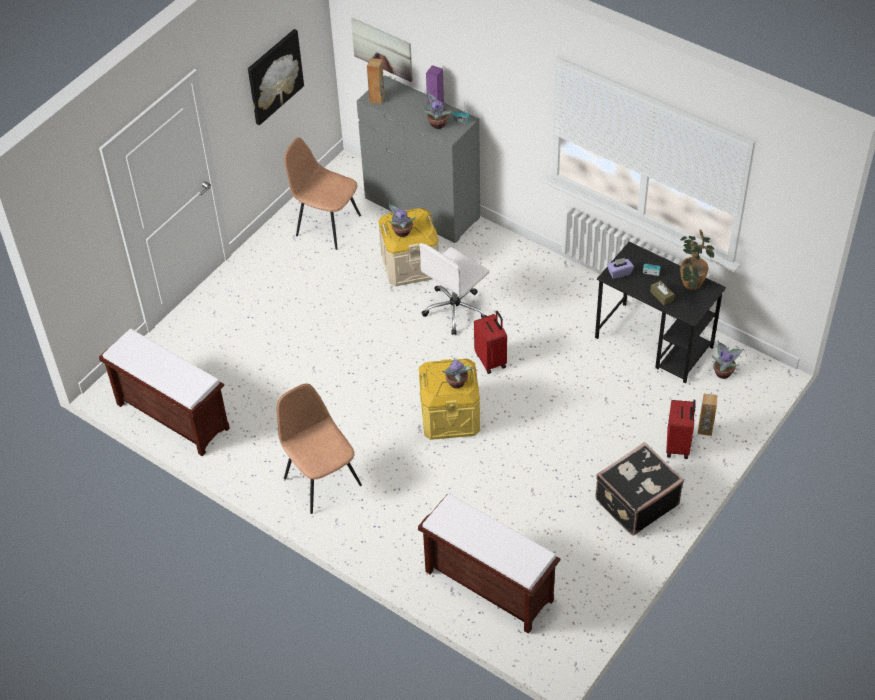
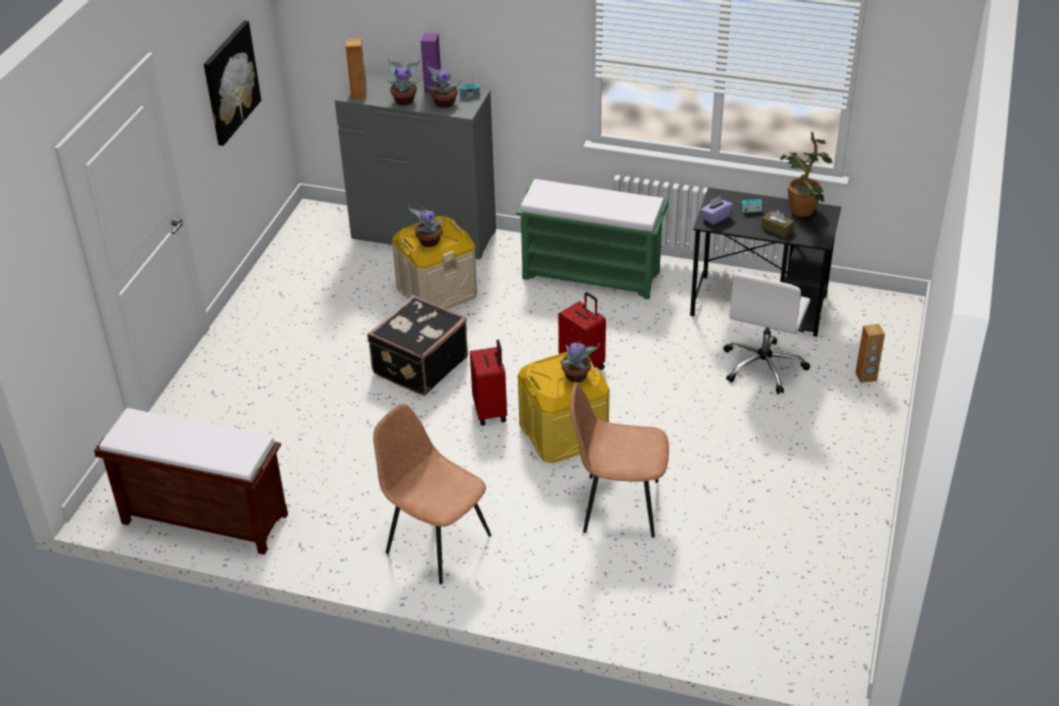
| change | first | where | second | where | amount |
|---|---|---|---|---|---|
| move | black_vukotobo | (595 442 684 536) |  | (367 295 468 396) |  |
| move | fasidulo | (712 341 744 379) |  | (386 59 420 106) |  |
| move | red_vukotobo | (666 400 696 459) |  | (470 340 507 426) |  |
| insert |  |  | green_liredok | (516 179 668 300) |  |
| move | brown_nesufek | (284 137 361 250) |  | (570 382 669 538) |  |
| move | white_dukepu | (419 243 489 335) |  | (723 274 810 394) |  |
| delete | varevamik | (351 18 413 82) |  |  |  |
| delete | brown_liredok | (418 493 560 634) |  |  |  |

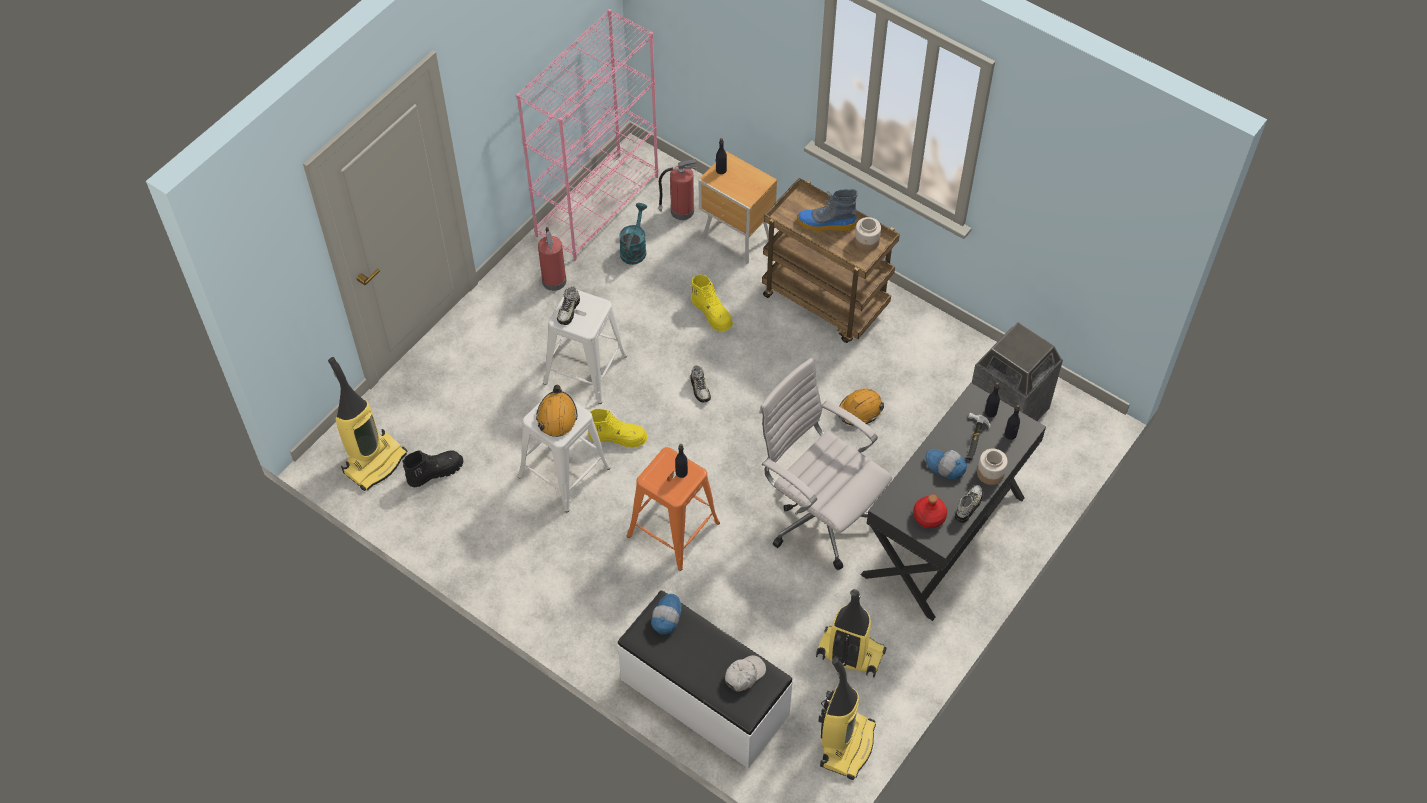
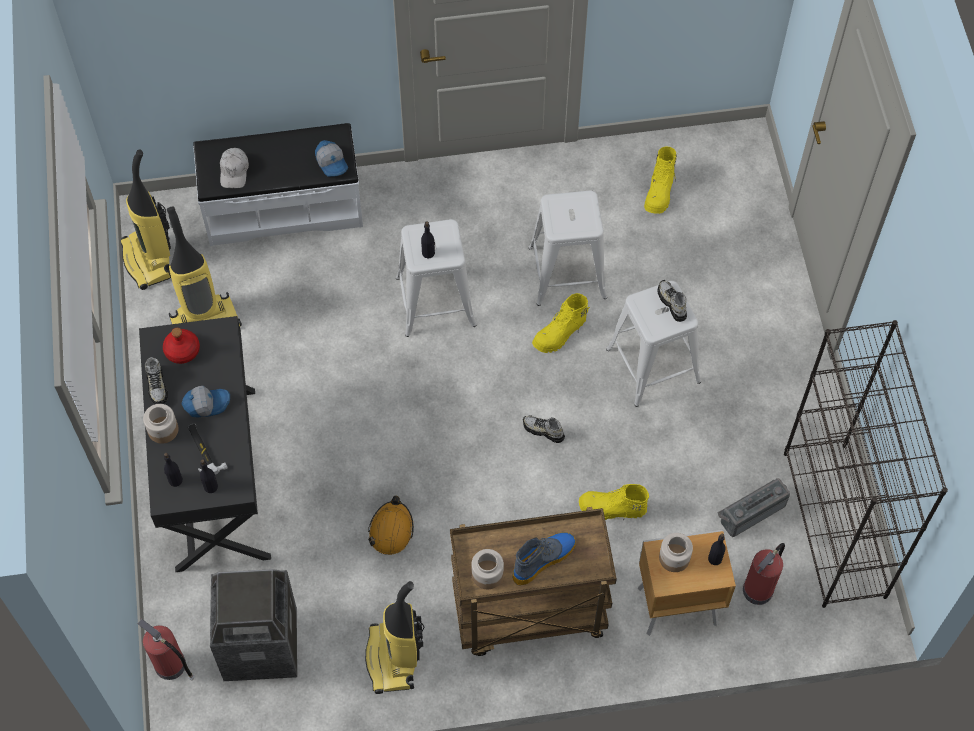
| change | first | where | second | where | amount |
|---|---|---|---|---|---|
| move | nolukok | (538 227 566 291) |  | (137 619 195 680) |  |
| move | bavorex | (328 357 407 491) |  | (365 581 424 694) |  |
| recolor | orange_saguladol | (627 447 720 571) | white_saguladol | (396 219 476 337) |  |
| recolor | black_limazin | (403 450 463 487) | yellow_limazin | (644 147 678 214) |  |
| insert |  |  | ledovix | (659 533 693 572) |  |
| replace | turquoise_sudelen | (619 203 647 265) | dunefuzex | (718 478 790 537) |  |
| recolor | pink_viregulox | (516 9 658 261) | black_viregulox | (784 320 948 608) |  |
| delete | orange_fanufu | (536 385 578 437) |  |  |  |
| delete | white_dukepu | (759 358 892 570) |  |  |  |

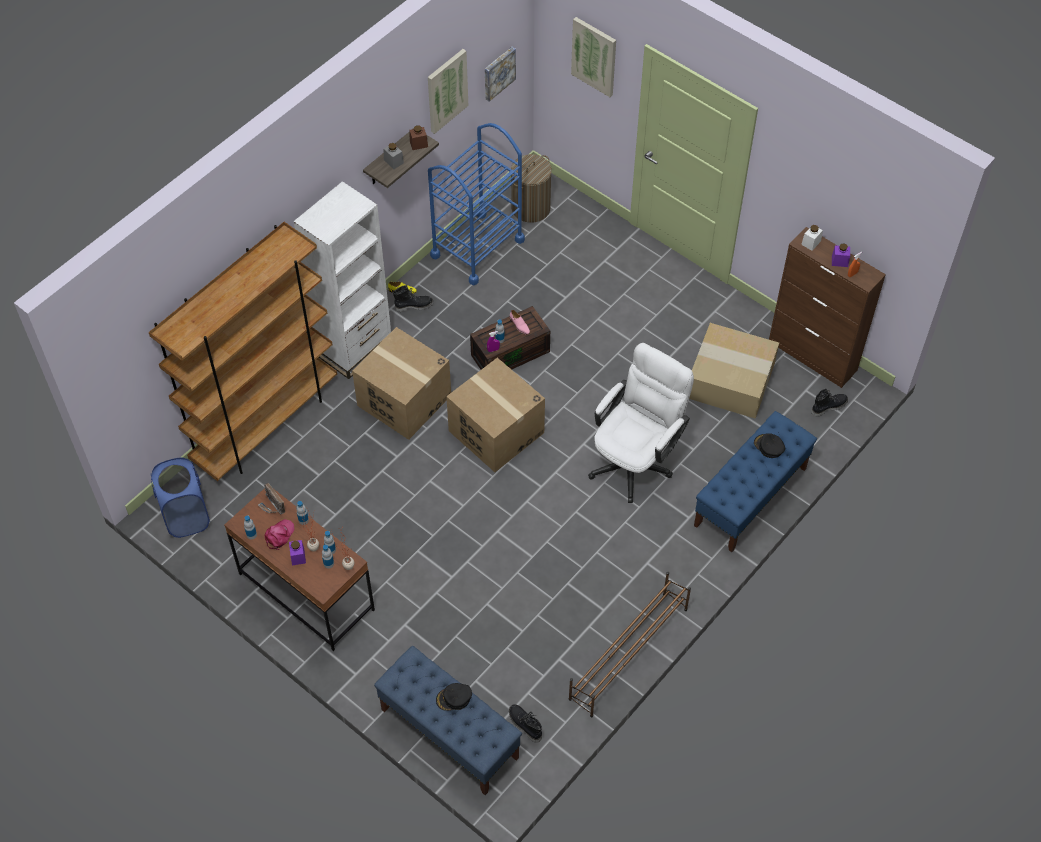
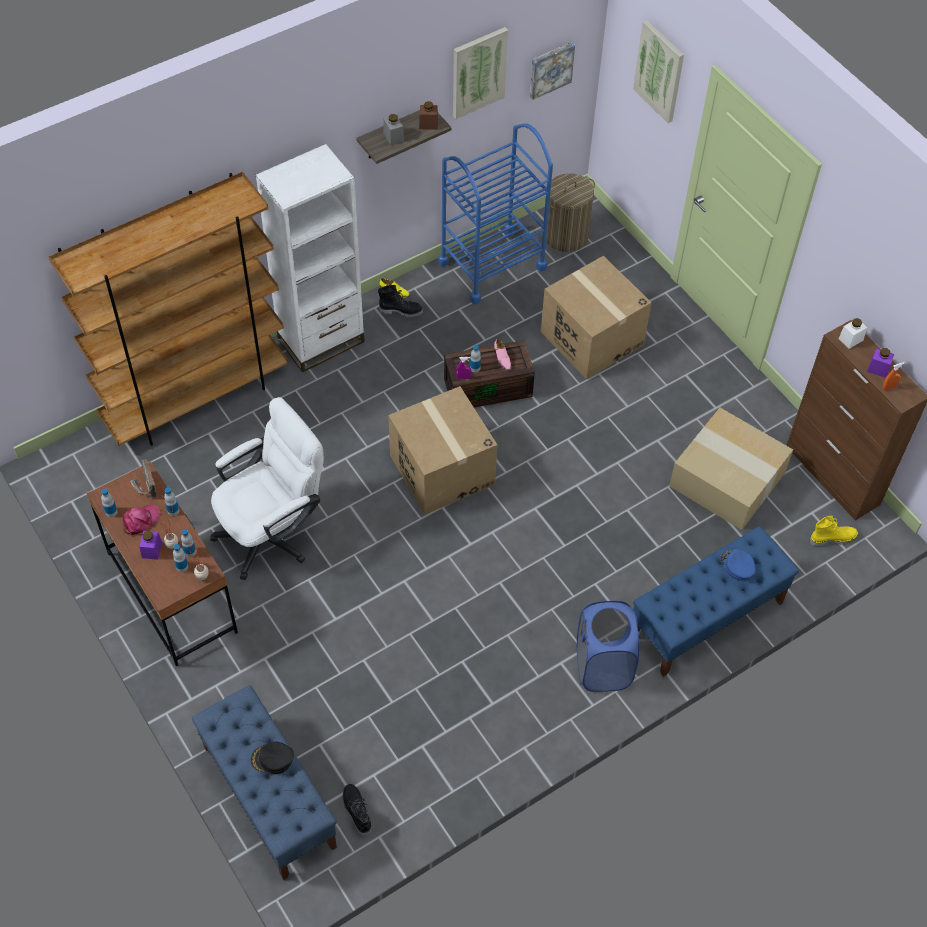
| change | first | where | second | where | amount |
|---|---|---|---|---|---|
| move | white_dukepu | (588 343 694 503) |  | (210 397 324 580) |  |
| move | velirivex | (352 327 451 440) |  | (541 256 652 379) |  |
| move | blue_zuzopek | (150 458 210 538) |  | (577 601 640 692) |  |
| recolor | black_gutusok | (754 433 785 458) | blue_gutusok | (721 549 756 580) |  |
| recolor | black_limazin | (811 388 848 417) | yellow_limazin | (810 516 858 547) |  |
| delete | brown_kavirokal | (569 572 691 717) |  |  |  |

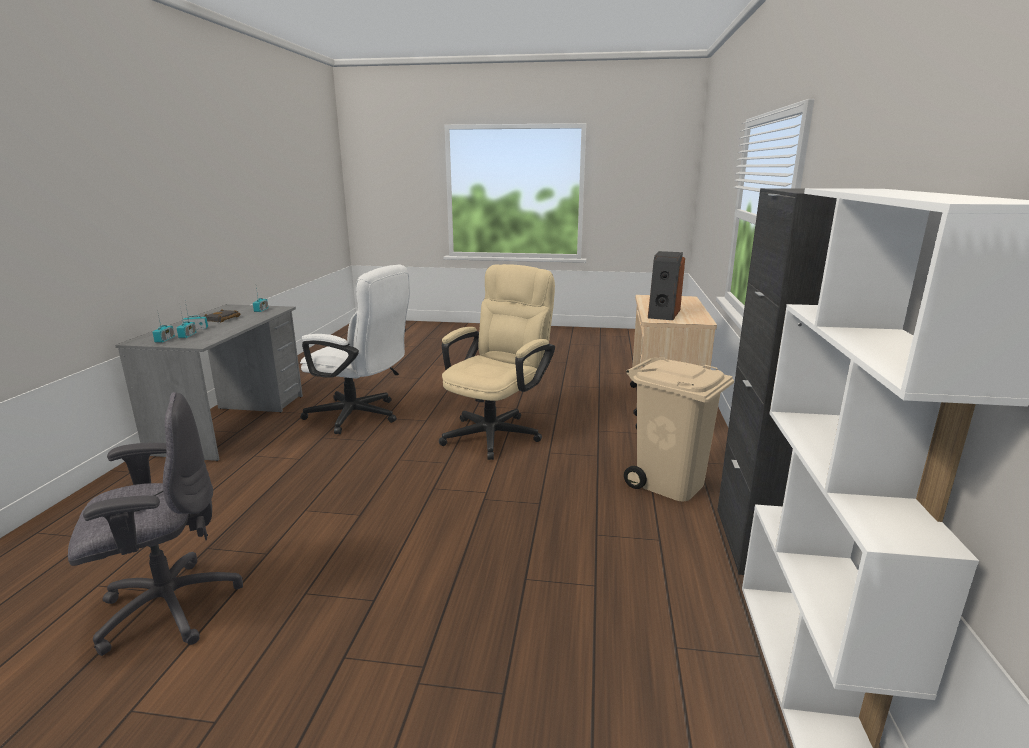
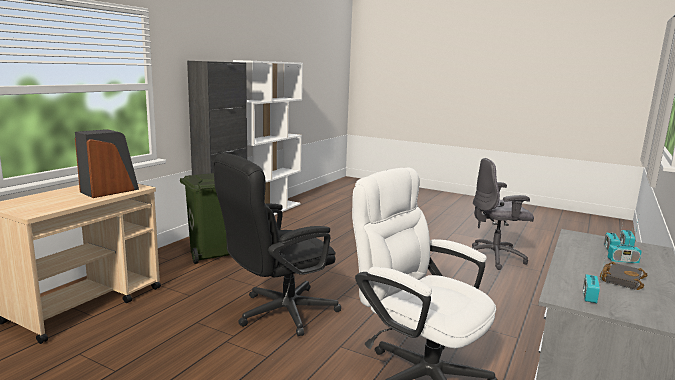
| change | first | where | second | where | amount |
|---|---|---|---|---|---|
| recolor | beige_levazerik | (624 358 734 501) | green_levazerik | (180 173 230 264) |  |
| recolor | beige_dukepu | (439 264 555 460) | black_dukepu | (214 153 341 336) |  |

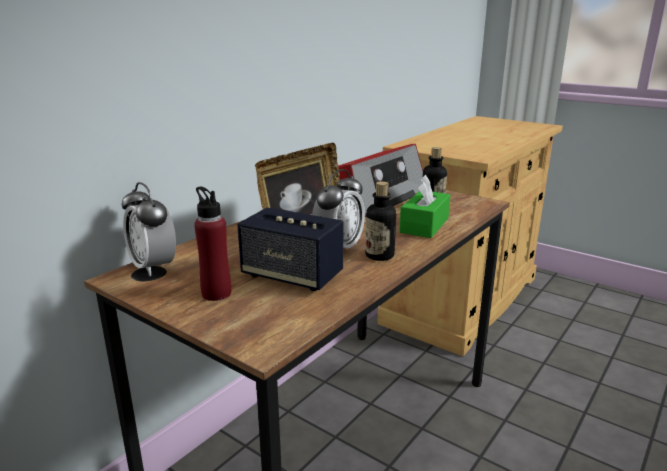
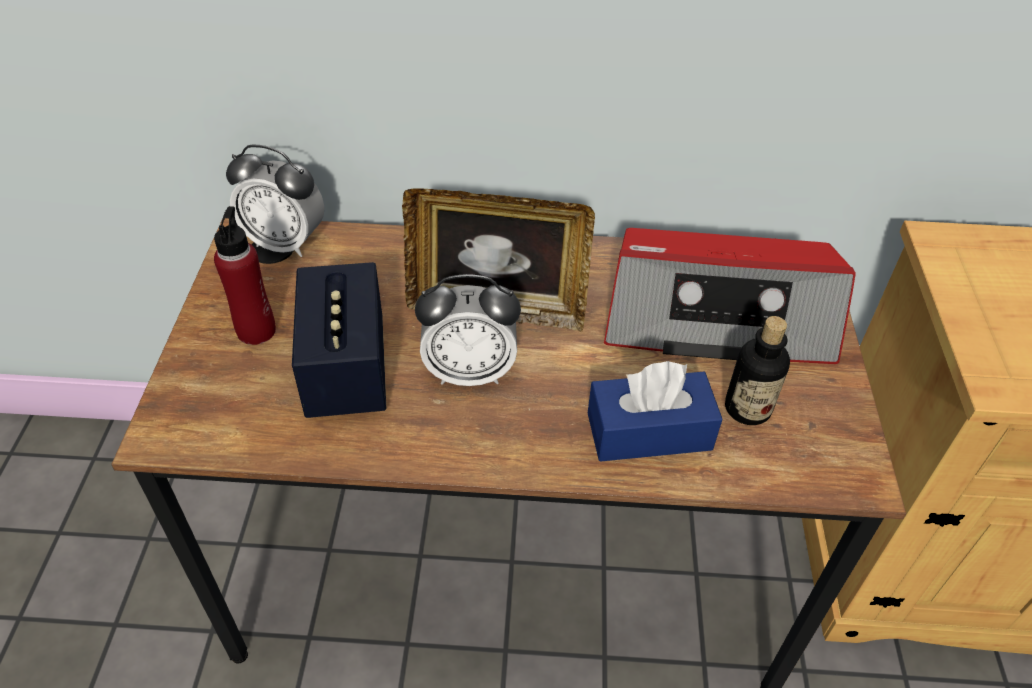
| change | first | where | second | where | amount |
|---|---|---|---|---|---|
| rotate | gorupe | (122 182 176 276) |  | (226 145 324 257) | 90 degrees counterclockwise |
| recolor | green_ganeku | (399 175 450 238) | blue_ganeku | (588 361 723 462) |  |
| delete | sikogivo | (365 181 396 261) |  |  |  |

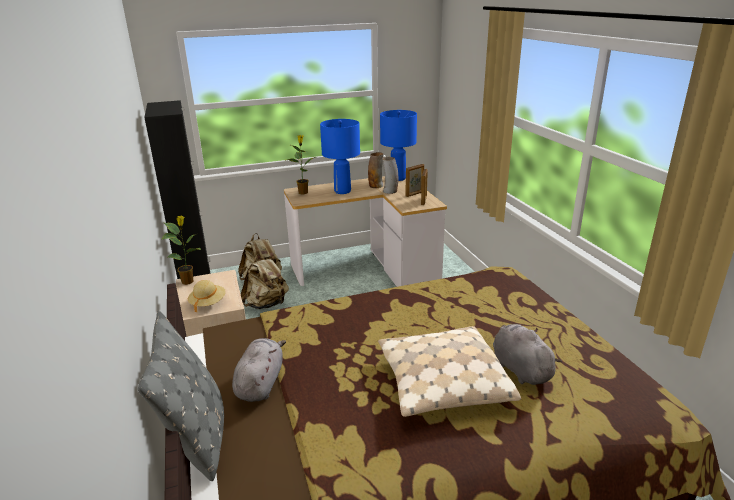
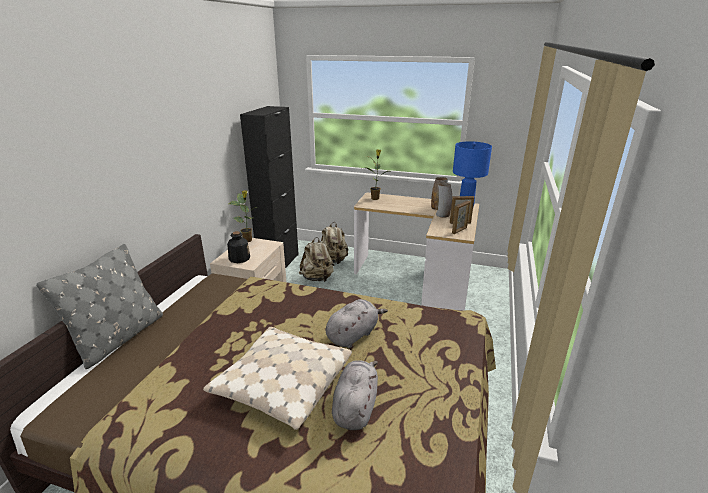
| change | first | where | second | where | amount |
|---|---|---|---|---|---|
| replace | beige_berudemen | (188 280 226 313) | sikogivo | (227 231 250 263) |  |
| move | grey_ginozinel | (232 338 286 402) |  | (326 299 388 348) |  |
| delete | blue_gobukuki | (320 119 360 194) |  |  |  |

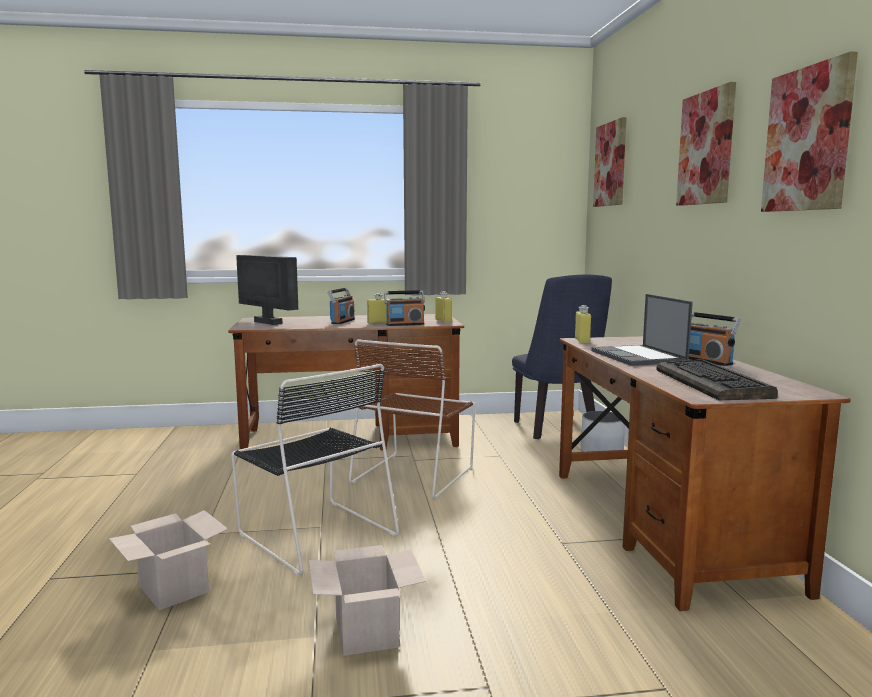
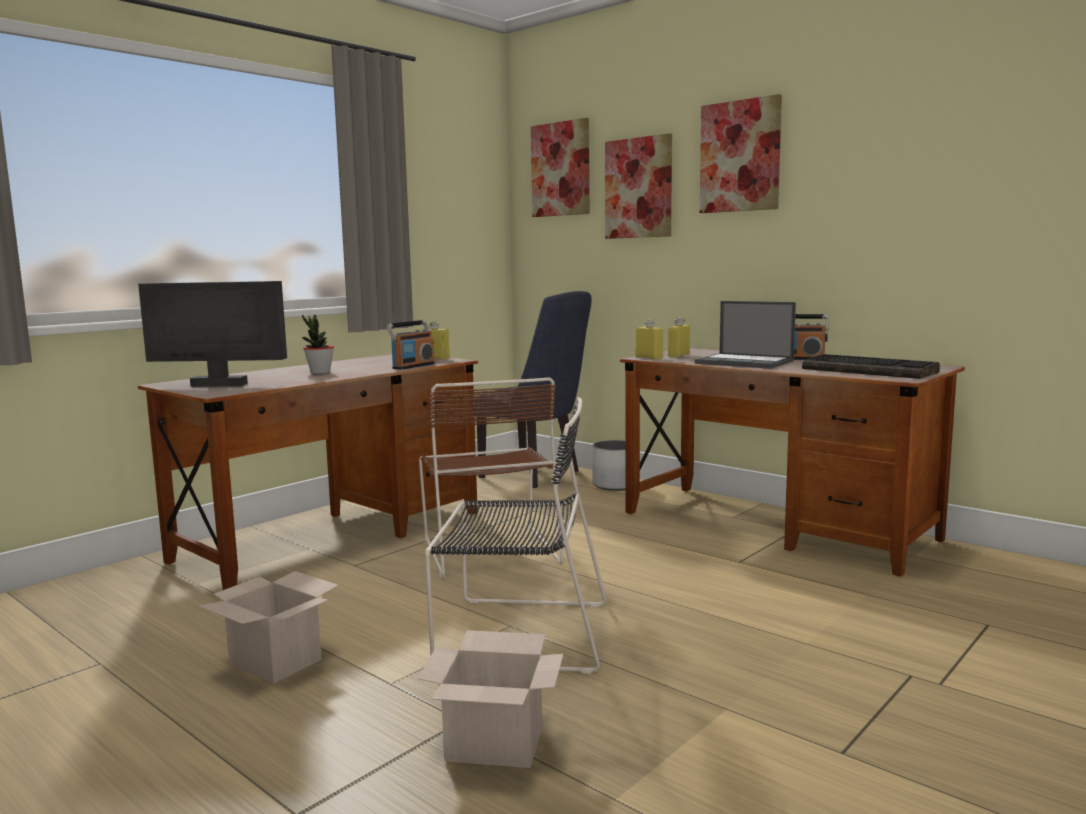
| change | first | where | second | where | amount |
|---|---|---|---|---|---|
| move | velirivex | (309 545 426 656) |  | (198 571 339 684) |  |
| replace | dunefuzex | (327 288 355 324) | fasidulo | (302 315 334 374) |  |
| move | varevamik | (761 51 858 212) |  | (605 133 672 239) |  |
| move | yellow_sikogivo | (367 293 389 324) |  | (668 318 690 358) |  |

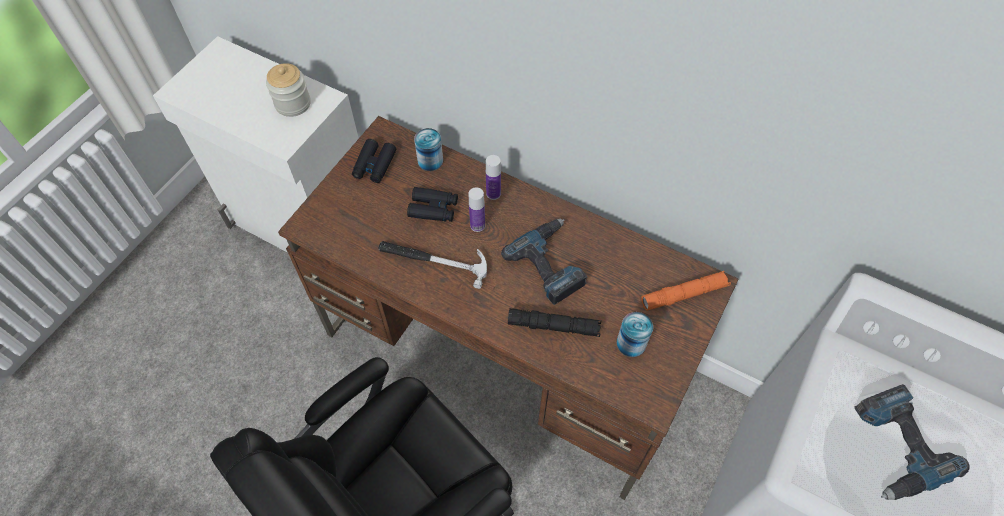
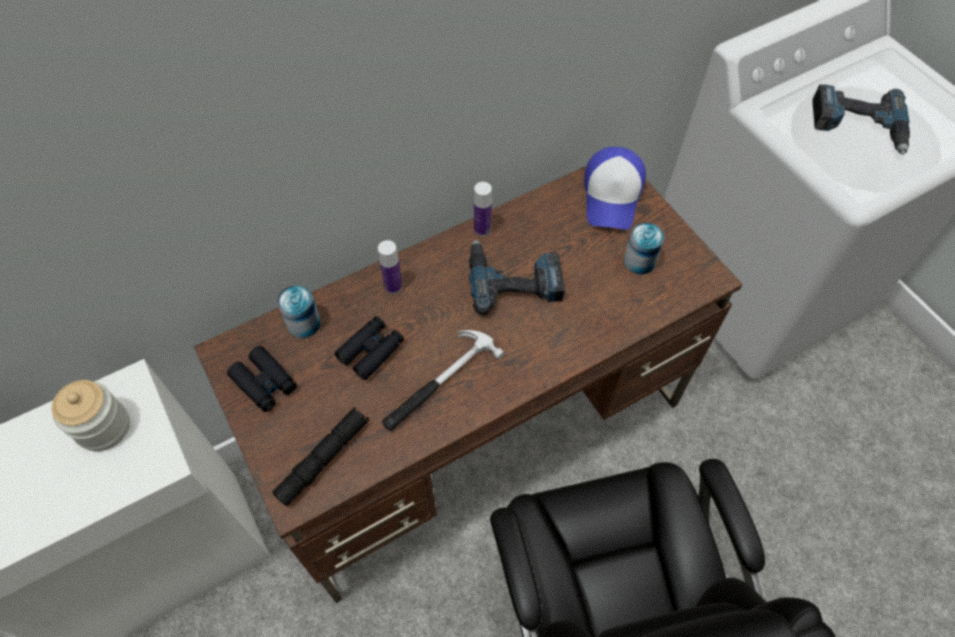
| change | first | where | second | where | amount |
|---|---|---|---|---|---|
| move | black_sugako | (508 308 602 337) |  | (272 406 369 506) |  |
| move | sikogivo | (469 187 485 232) |  | (474 182 492 236) |  |
| replace | orange_sugako | (641 271 731 311) | gutusok | (584 147 646 230) |  |

